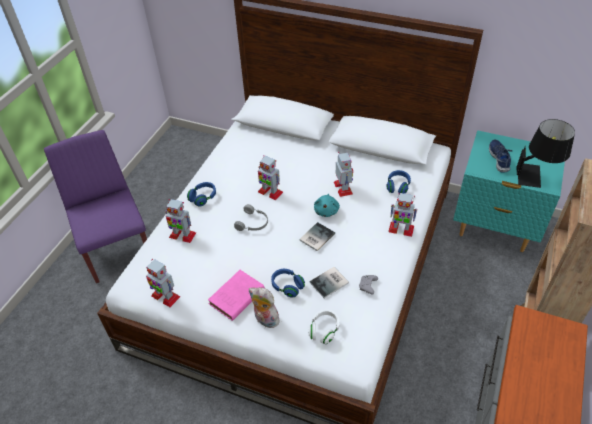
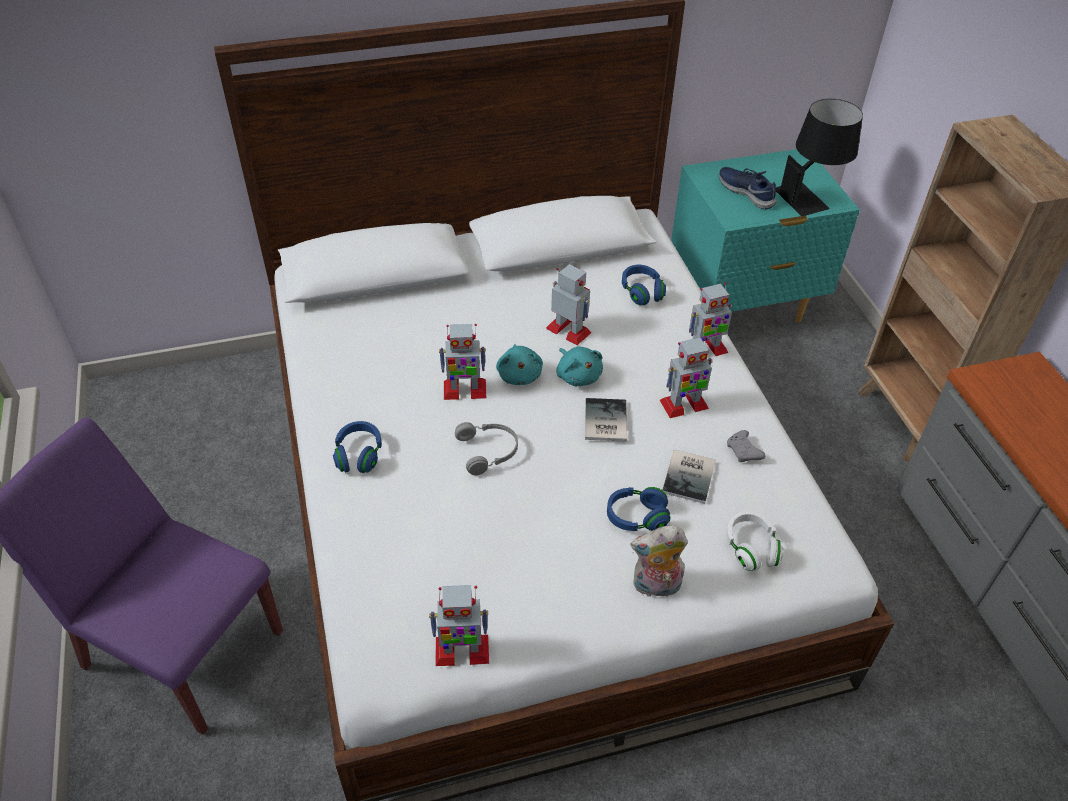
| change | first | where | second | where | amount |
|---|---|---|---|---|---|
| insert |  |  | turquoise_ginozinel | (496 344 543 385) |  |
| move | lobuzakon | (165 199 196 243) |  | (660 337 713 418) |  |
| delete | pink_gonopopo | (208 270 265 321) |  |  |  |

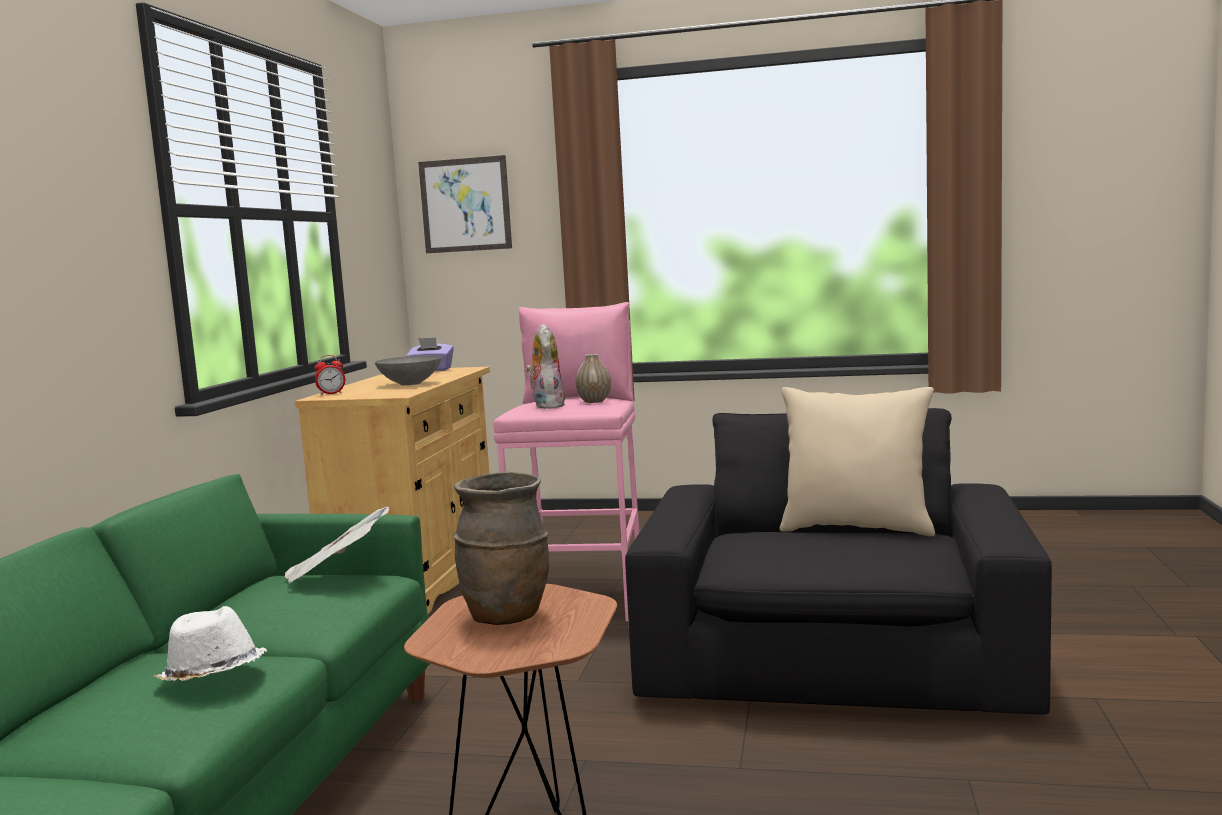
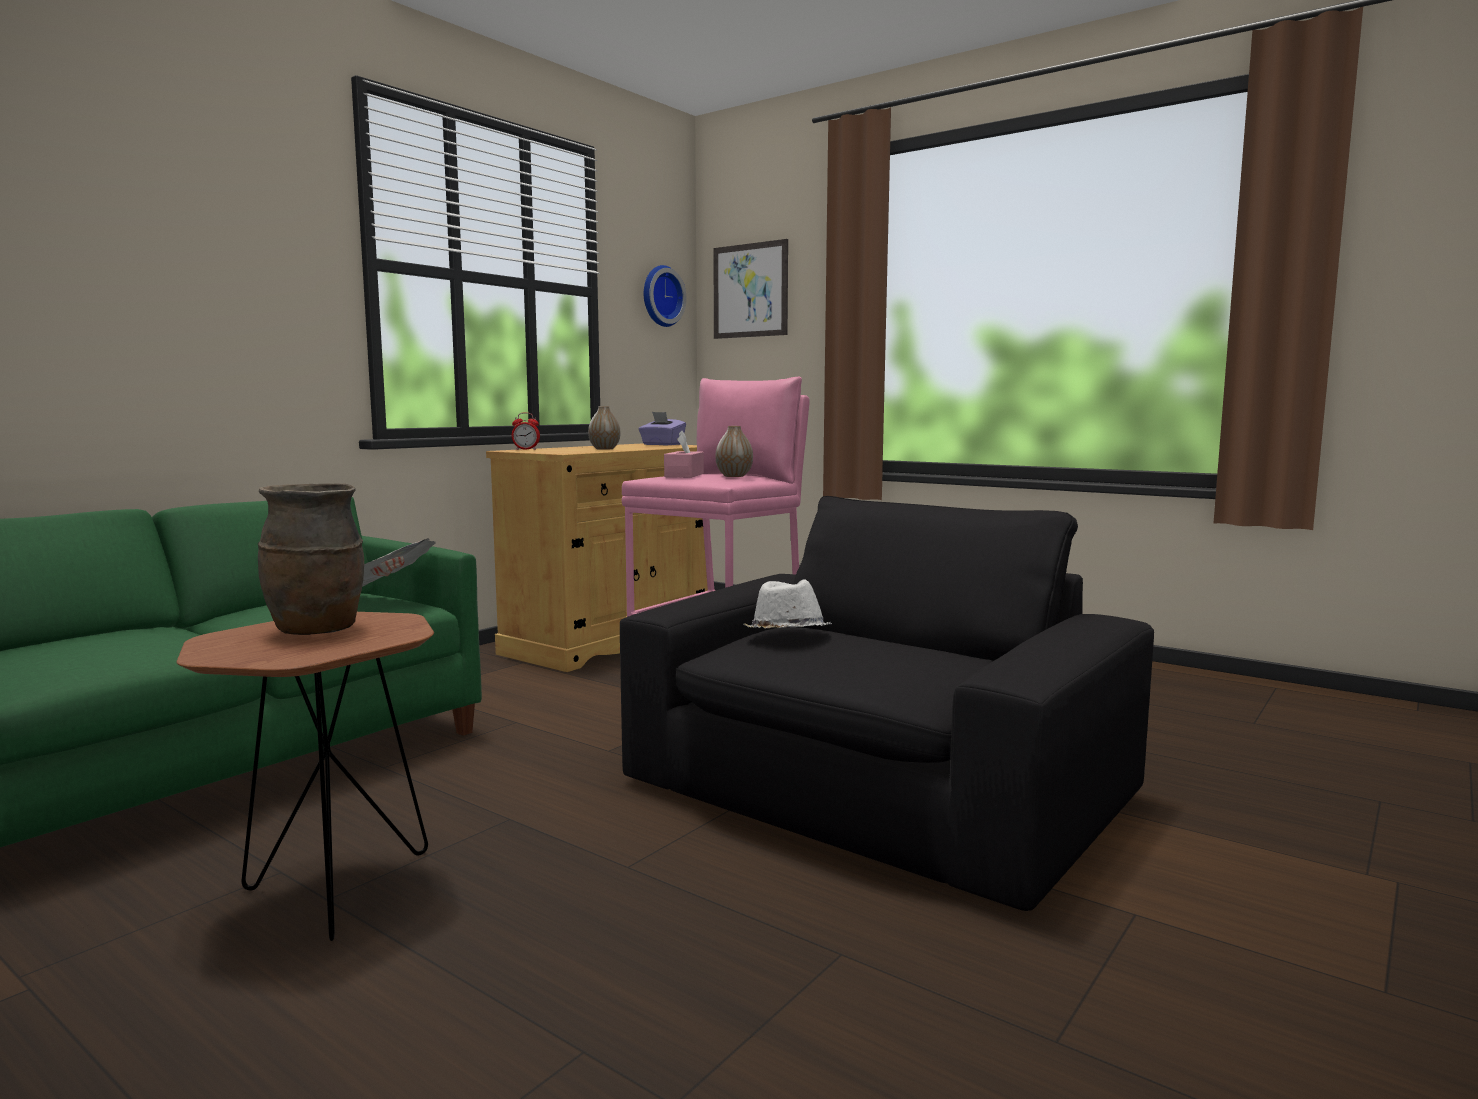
| change | first | where | second | where | amount |
|---|---|---|---|---|---|
| replace | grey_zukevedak | (375 356 442 386) | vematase | (588 406 621 450) |  |
| insert |  |  | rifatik | (644 265 686 327) |  |
| replace | ginozinel | (526 324 566 409) | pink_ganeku | (664 431 704 478) |  |
| move | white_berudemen | (154 606 267 681) |  | (743 579 832 629) |  |
| delete | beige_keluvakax | (779 387 935 536) |  |  |  |

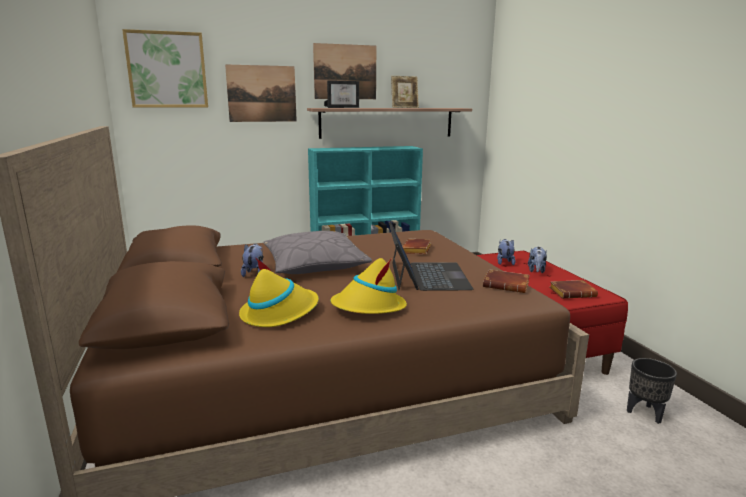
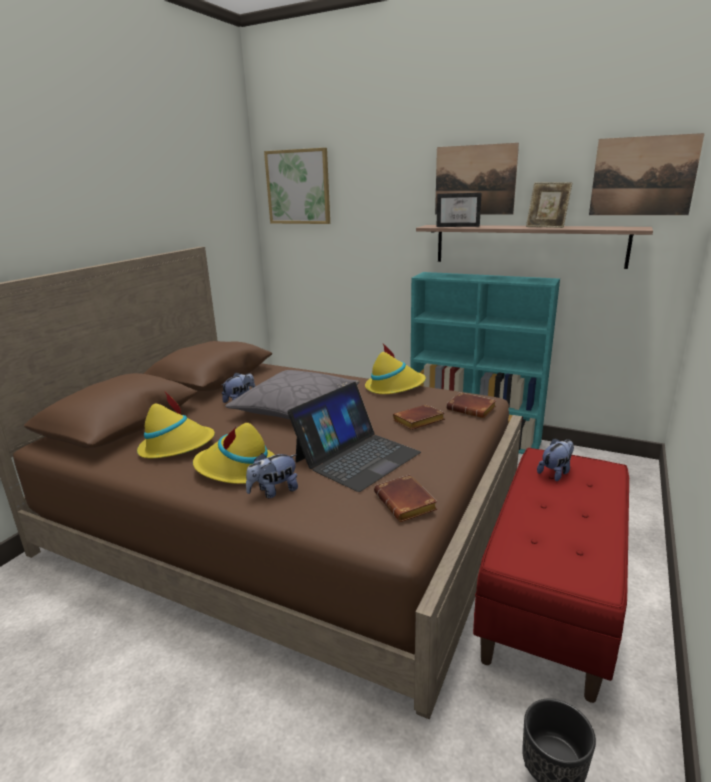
| change | first | where | second | where | amount |
|---|---|---|---|---|---|
| move | ginozinel | (528 247 547 273) |  | (246 453 298 498) |  |
| insert |  |  | yellow_berudemen | (365 344 426 394) |  |
| move | brown_gonopopo | (549 280 598 299) |  | (446 392 496 418) |  |
| move | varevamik | (225 64 297 122) |  | (589 133 705 215) |  |

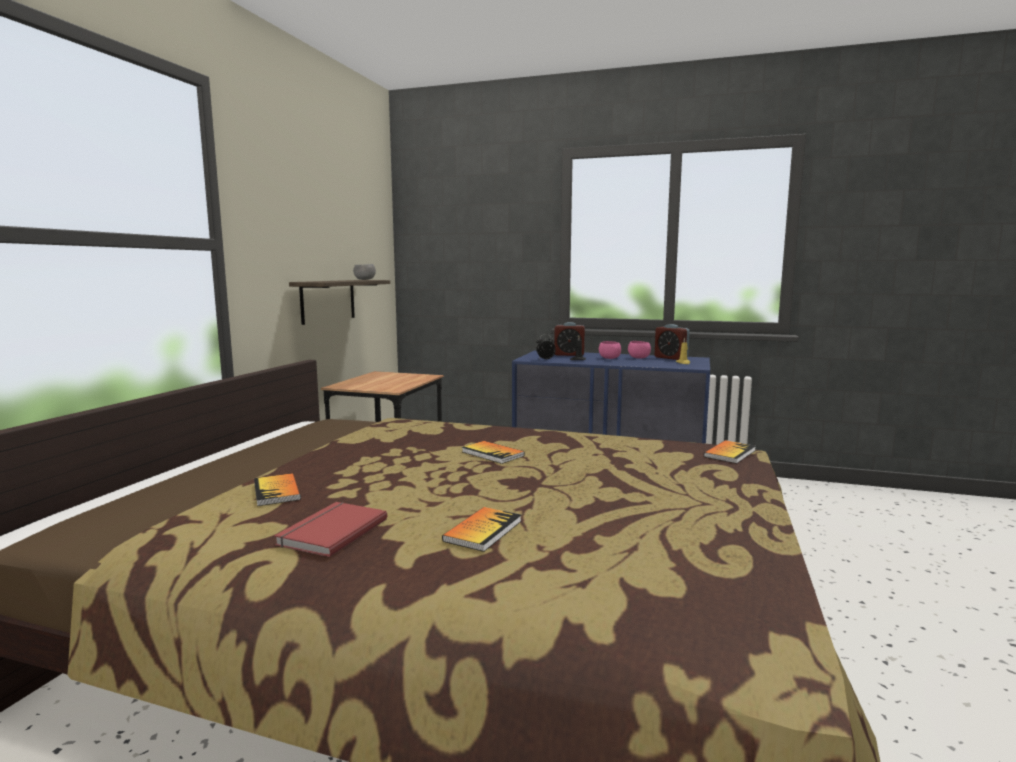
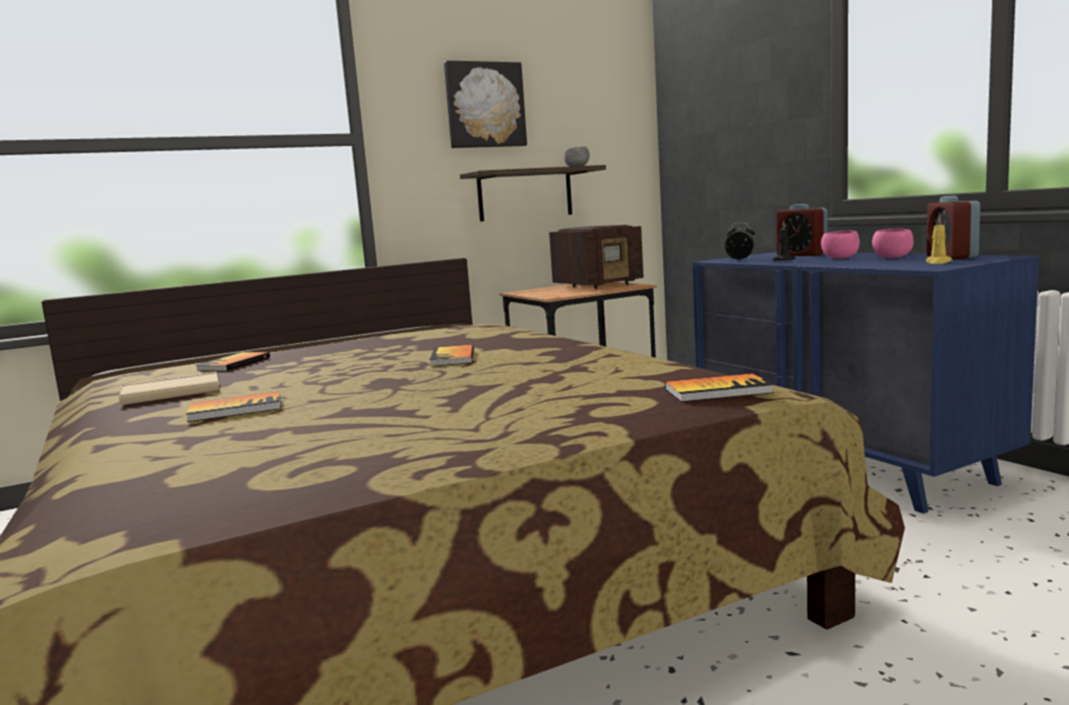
| change | first | where | second | where | amount |
|---|---|---|---|---|---|
| recolor | red_gonopopo | (274 502 387 557) | beige_gonopopo | (119 372 220 405) |  |
| insert |  |  | varevamik | (444 61 527 148) |  |
| insert |  |  | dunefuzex | (549 225 644 289) |  |

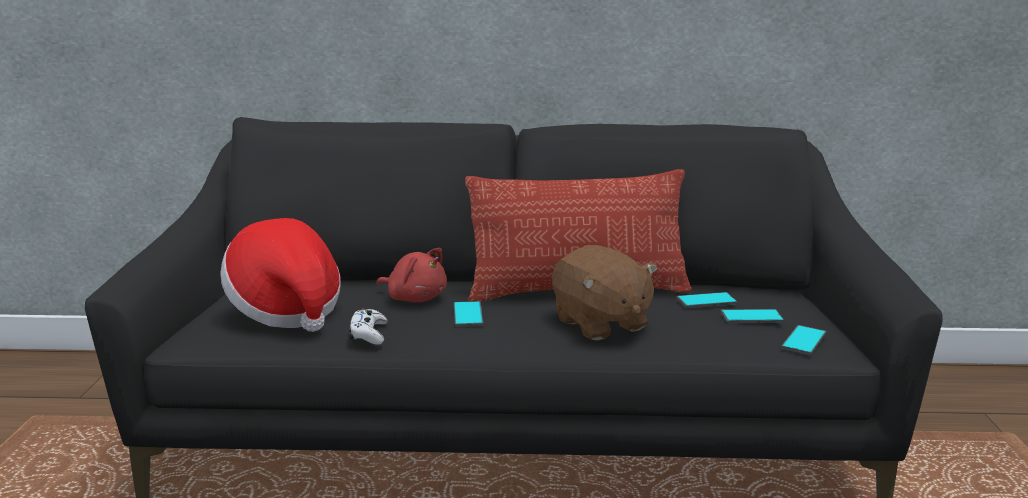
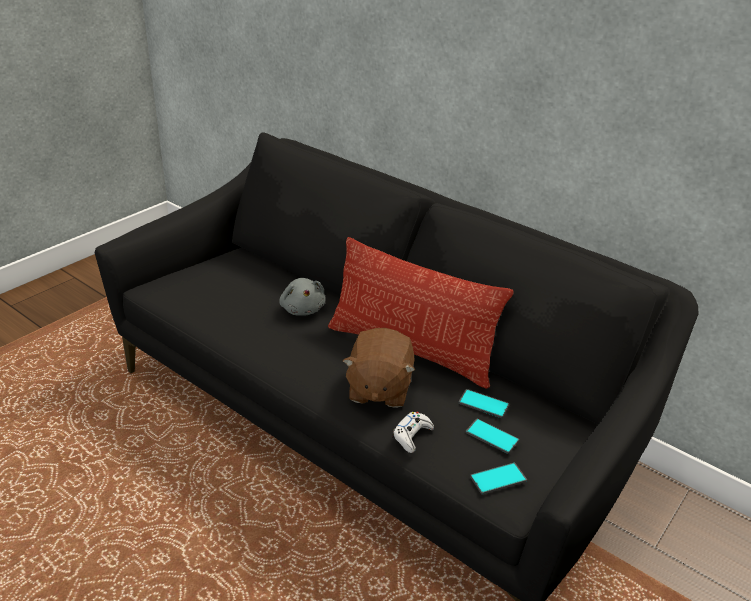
| change | first | where | second | where | amount |
|---|---|---|---|---|---|
| recolor | red_ginozinel | (376 248 447 302) | grey_ginozinel | (279 278 325 316) |  |
| move | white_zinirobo | (349 309 388 345) |  | (392 412 434 453) |  |
| delete | berudemen | (221 218 341 332) |  |  |  |
| delete | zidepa | (454 301 483 327) |  |  |  |

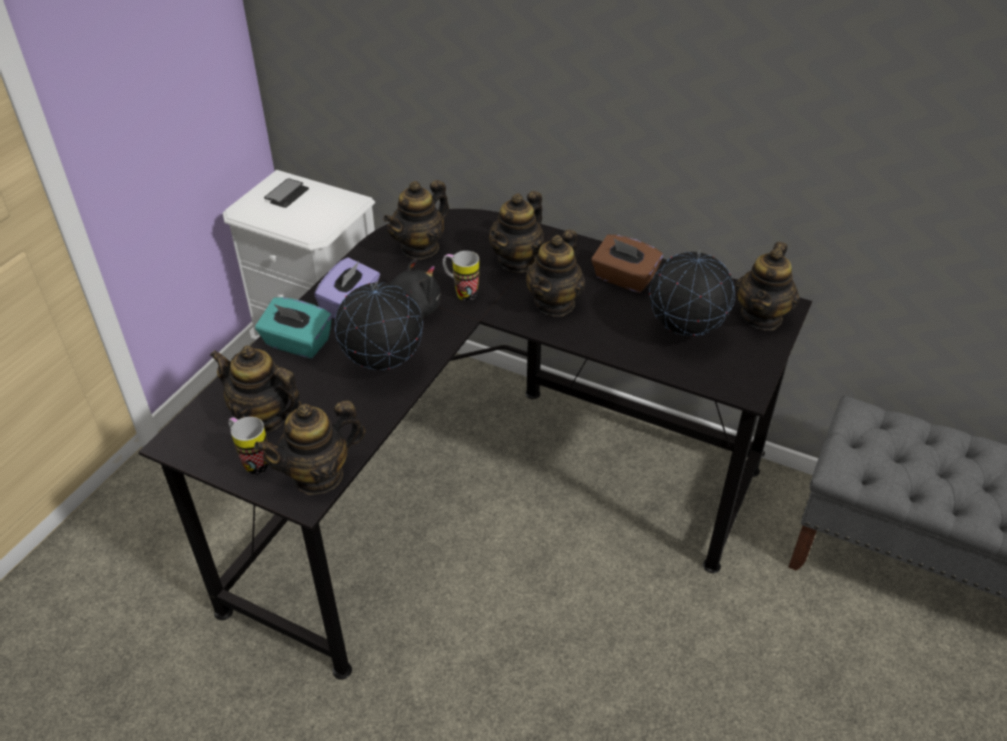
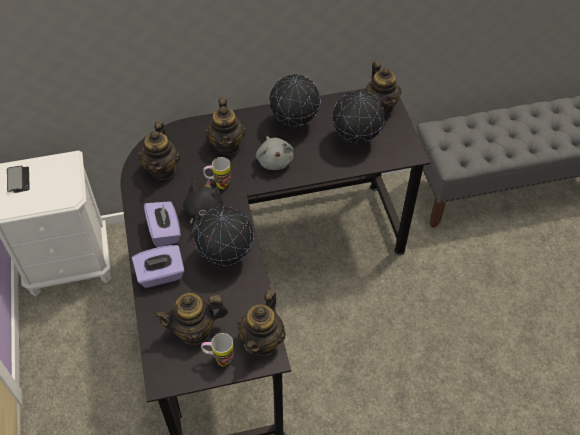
| change | first | where | second | where | amount |
|---|---|---|---|---|---|
| recolor | turquoise_ganeku | (255 297 332 358) | purple_ganeku | (132 245 185 288) |  |
| replace | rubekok | (525 229 585 317) | grey_ginozinel | (256 136 293 170) |  |
| replace | brown_ganeku | (591 235 663 293) | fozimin | (269 74 320 126) |  |

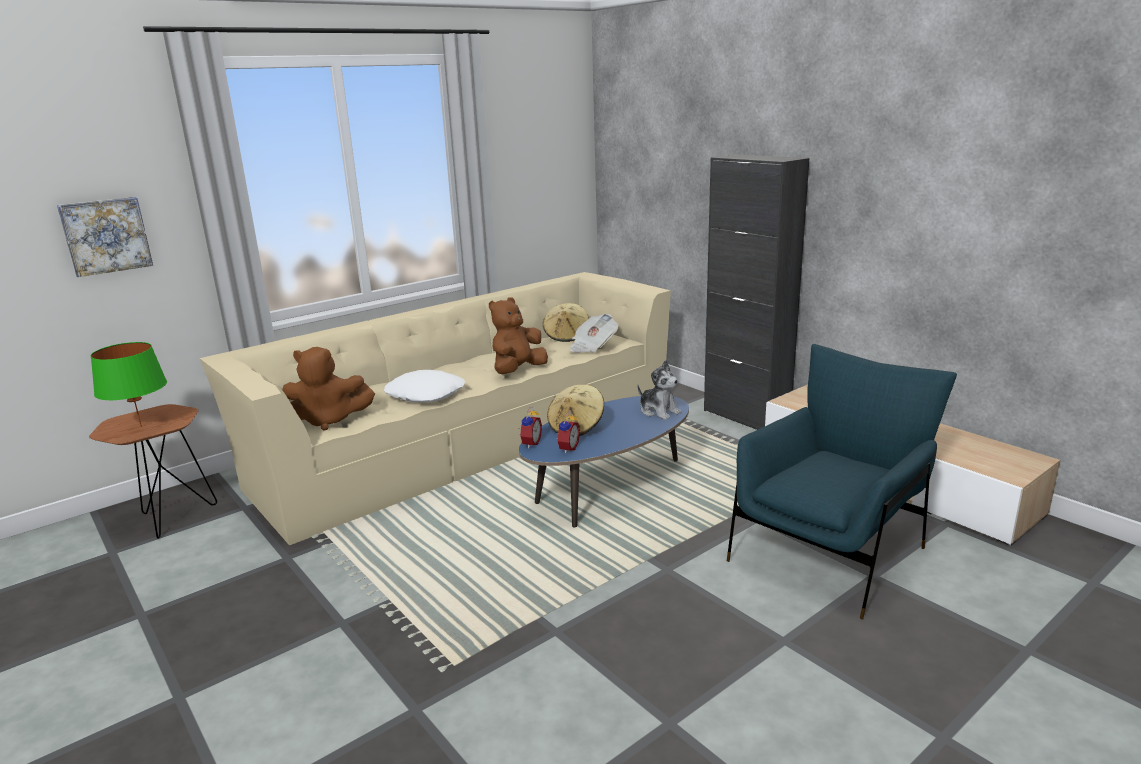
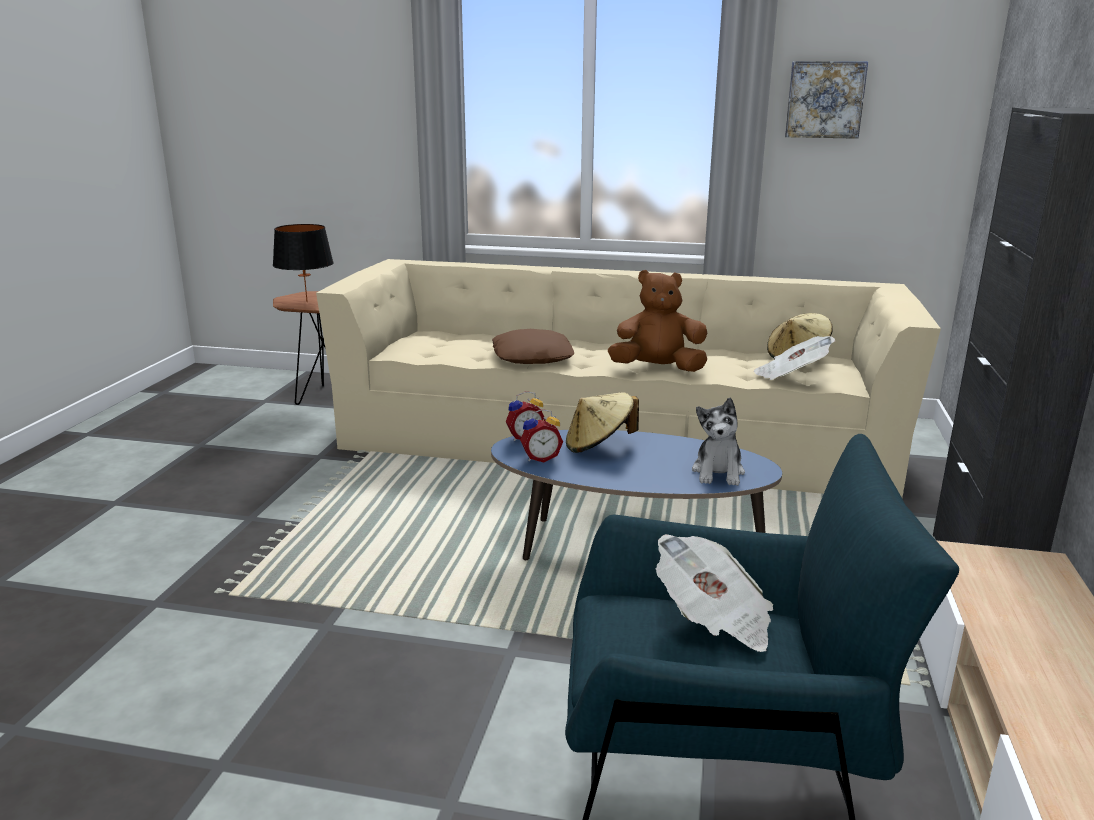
| change | first | where | second | where | amount |
|---|---|---|---|---|---|
| recolor | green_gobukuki | (91 342 167 427) | black_gobukuki | (273 224 334 302) |  |
| recolor | white_keluvakax | (384 370 466 403) | brown_keluvakax | (492 329 574 364) |  |
| insert |  |  | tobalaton | (656 534 773 652) |  |
| move | varevamik | (57 197 153 277) |  | (785 61 868 139) |  |
| delete | brown_ginozinel | (282 347 375 431) |  |  |  |

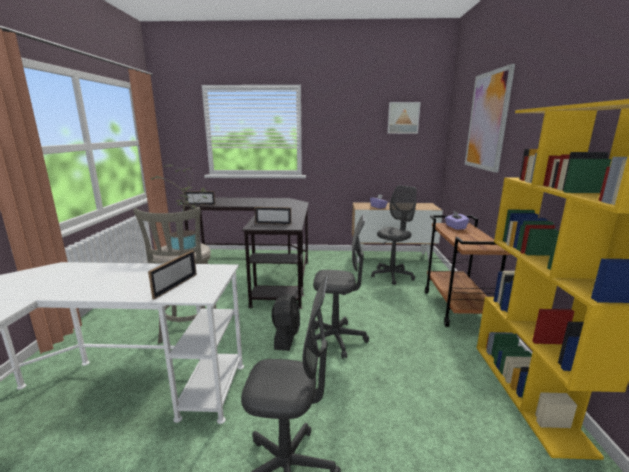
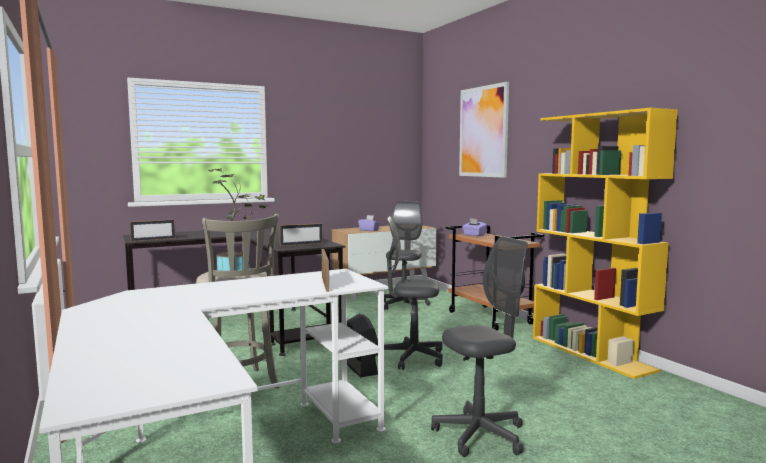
| change | first | where | second | where | amount |
|---|---|---|---|---|---|
| rotate | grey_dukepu | (313 214 369 359) |  | (377 216 443 370) | 150 degrees counterclockwise |
| delete | varevamik | (387 102 421 134) |  |  |  |

